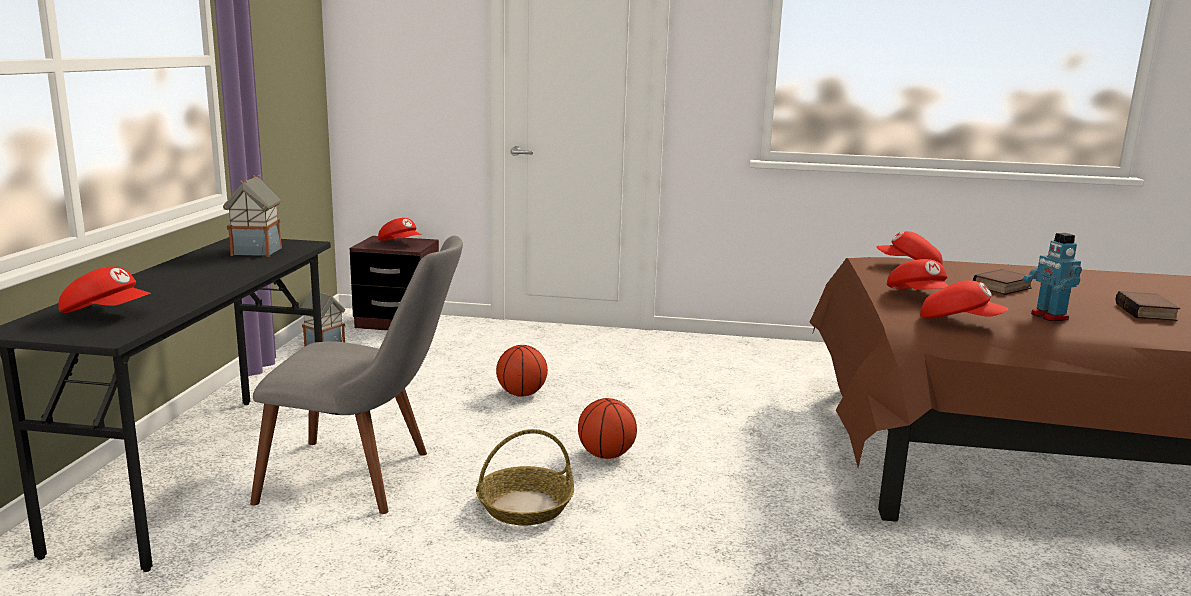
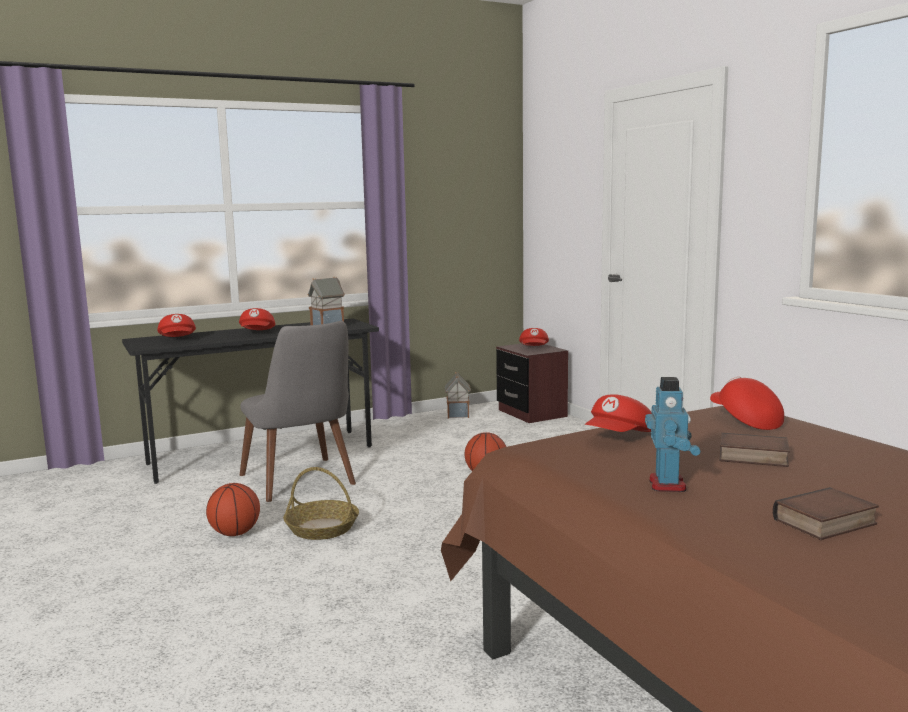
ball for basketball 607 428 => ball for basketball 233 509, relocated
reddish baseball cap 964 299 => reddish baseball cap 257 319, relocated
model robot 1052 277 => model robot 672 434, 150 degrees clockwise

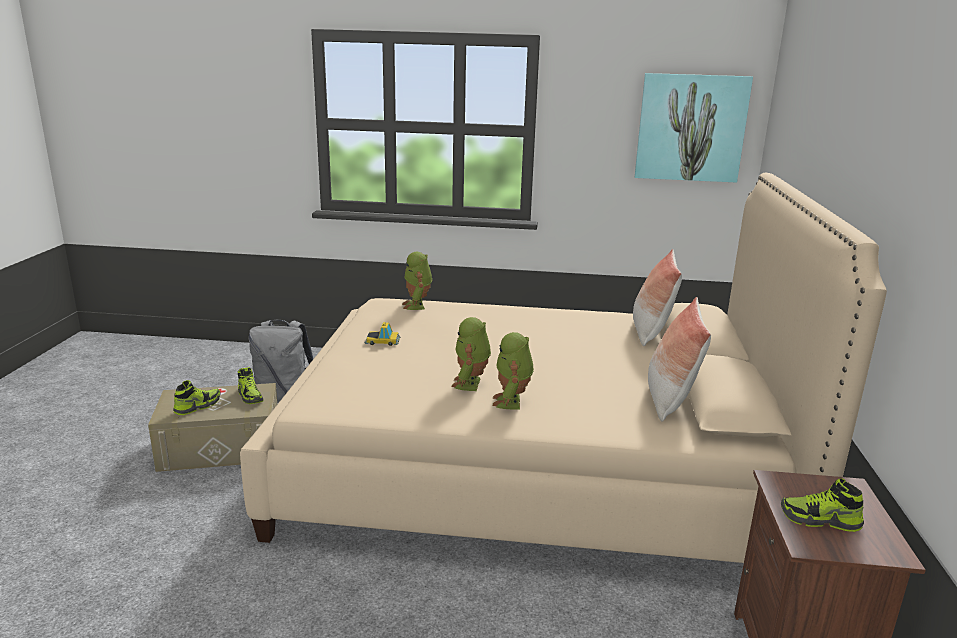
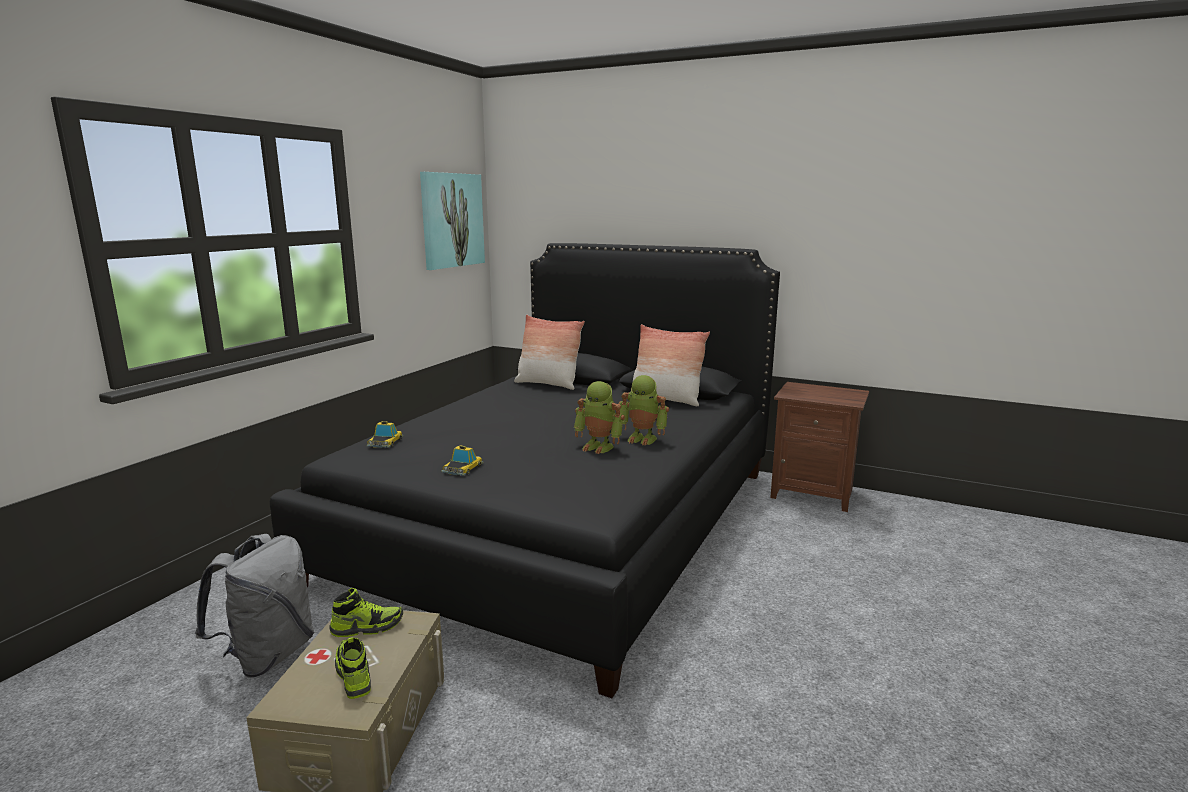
item of footwear 822 505 => nothing
model robot 417 281 => miniature car 384 434
sand-coloured bed 563 368 => black bed 524 470

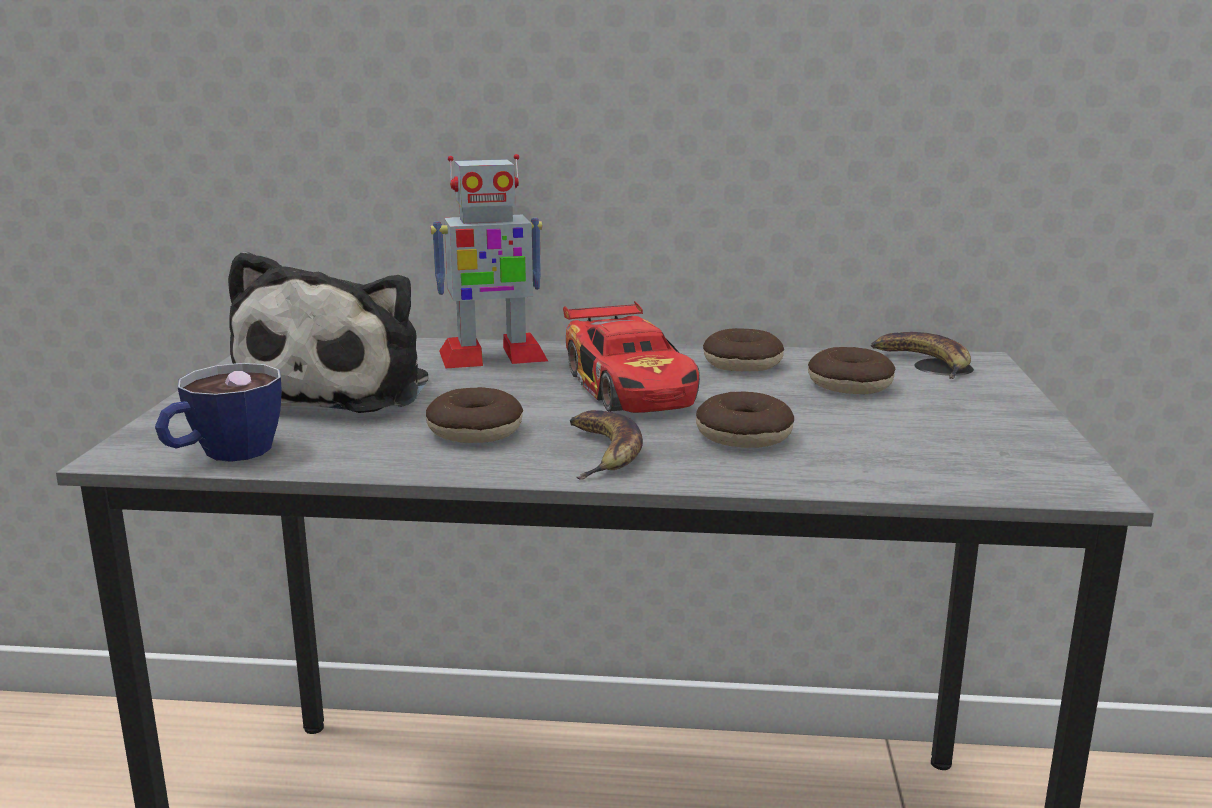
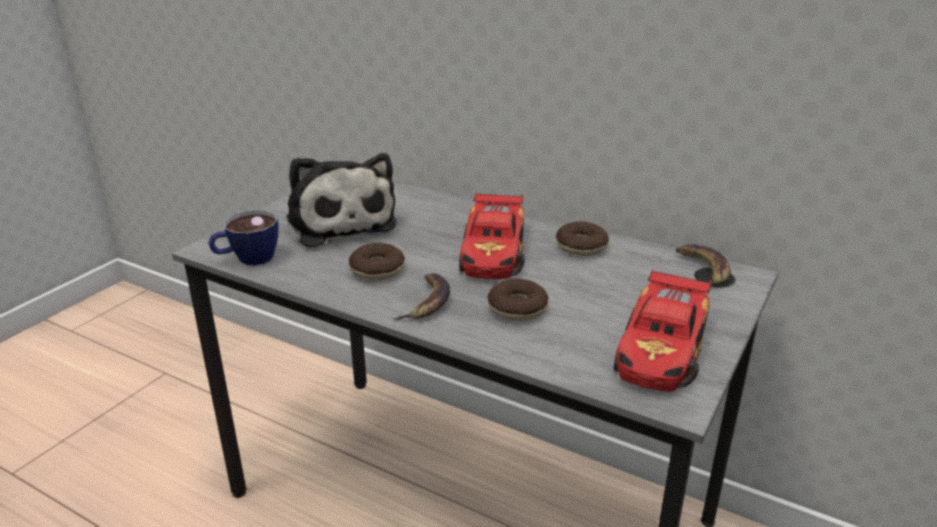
model robot 489 261 => nothing
donut 851 370 => nothing
nothing => miniature car 663 330
soft toy 328 332 => soft toy 341 200, 60 degrees counterclockwise

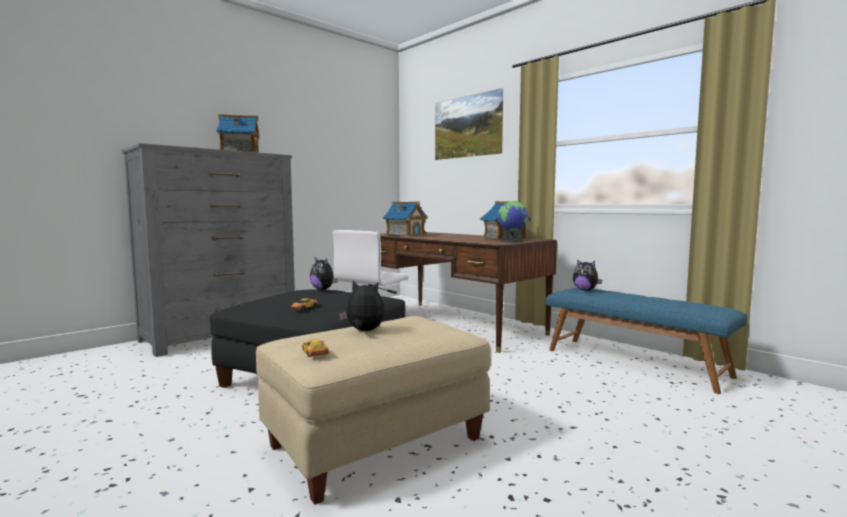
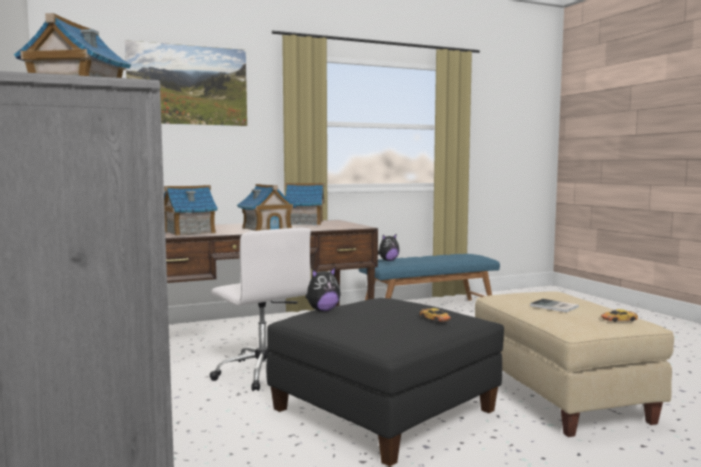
globe 513 221 => nothing
nothing => toy house 267 207
soft toy 361 306 => book 554 306

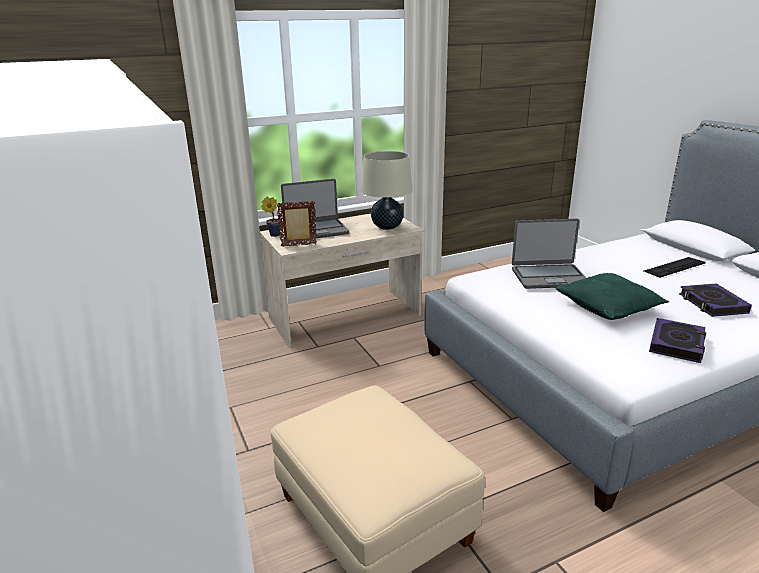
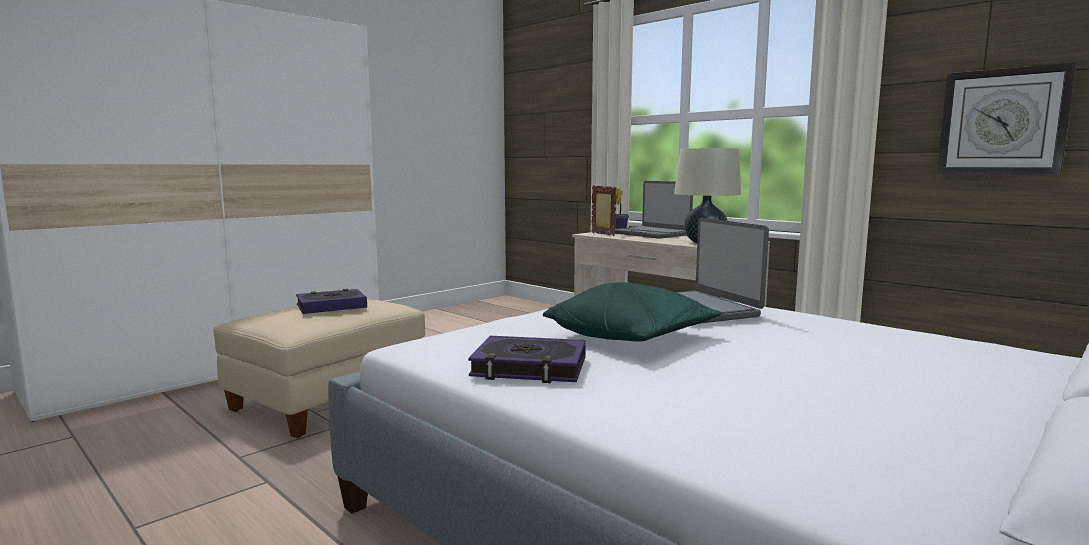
PC keyboard 675 267 => nothing
nothing => clock on the wall 1006 118
book 715 300 => book 331 301, relocated

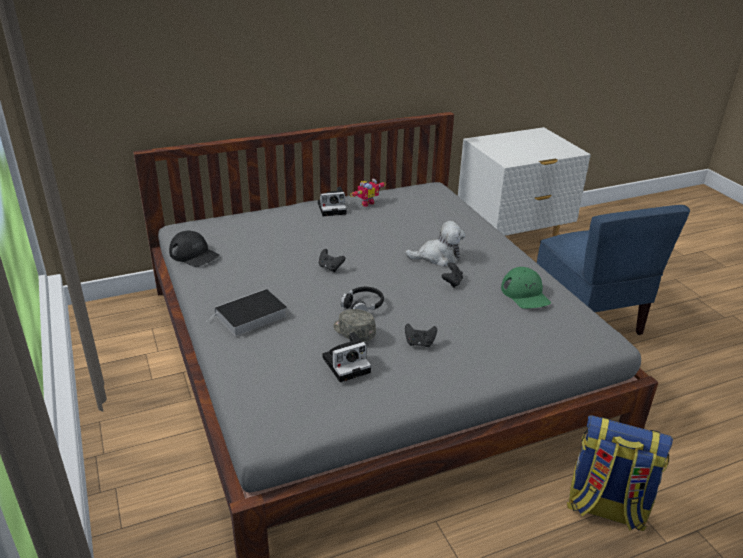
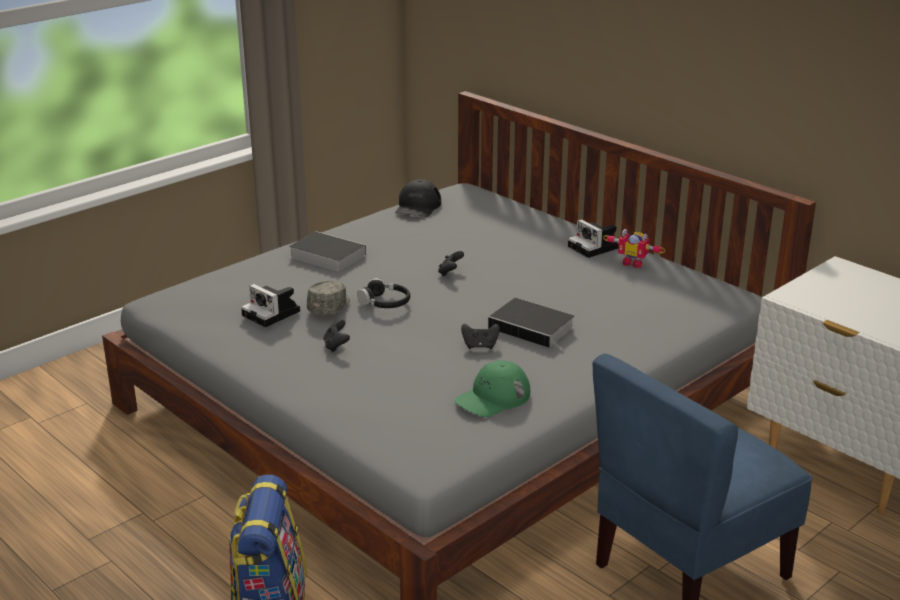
soft toy 435 244 => book 531 324

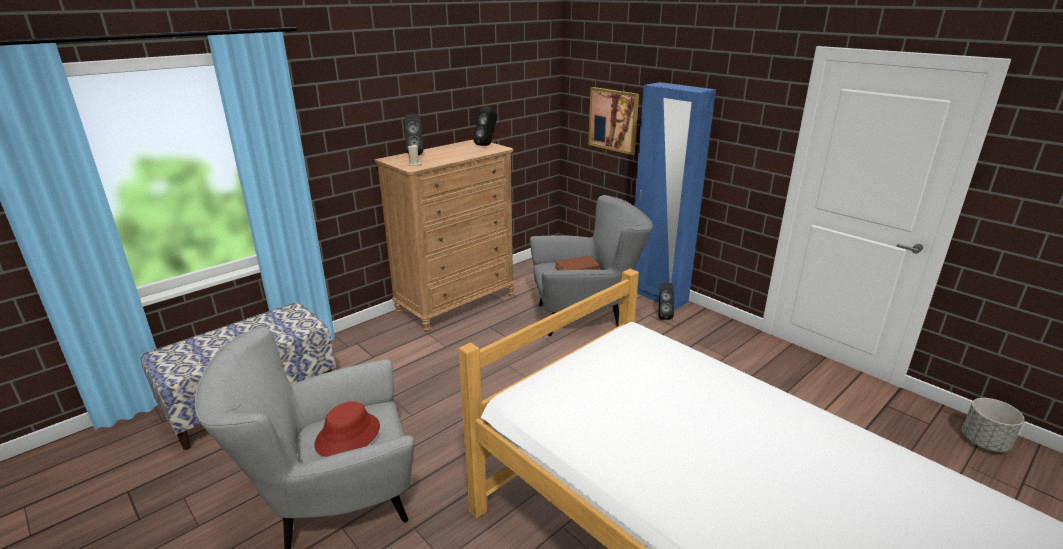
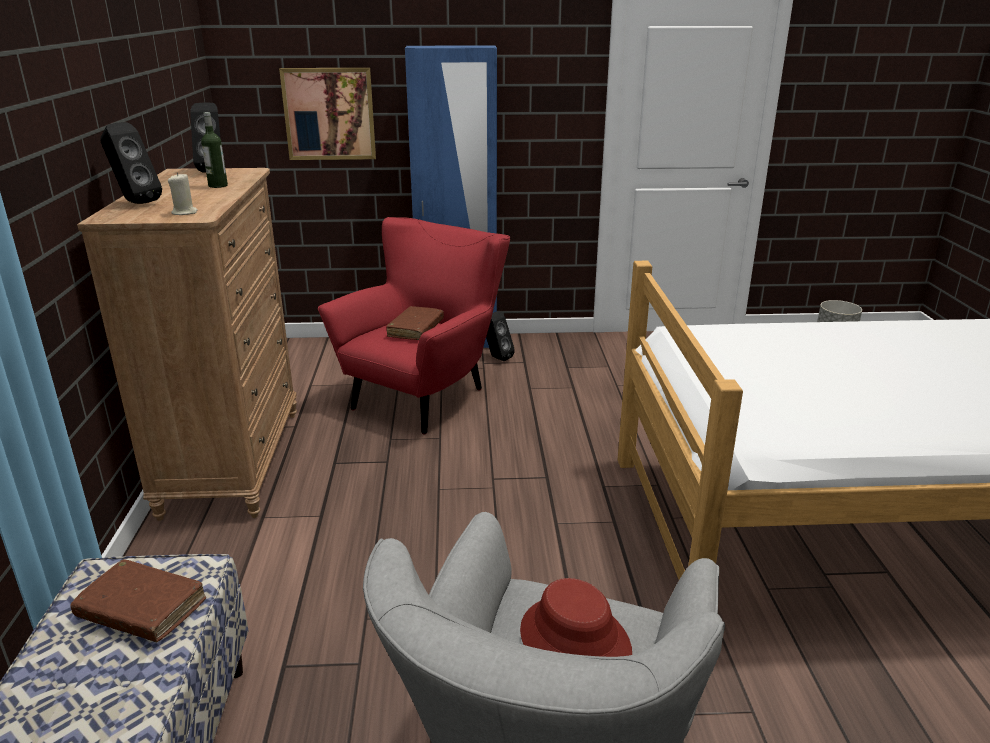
nothing => brownish book 138 600
nothing => bottle 214 150
grey lounge chair 591 265 => reddish lounge chair 414 326

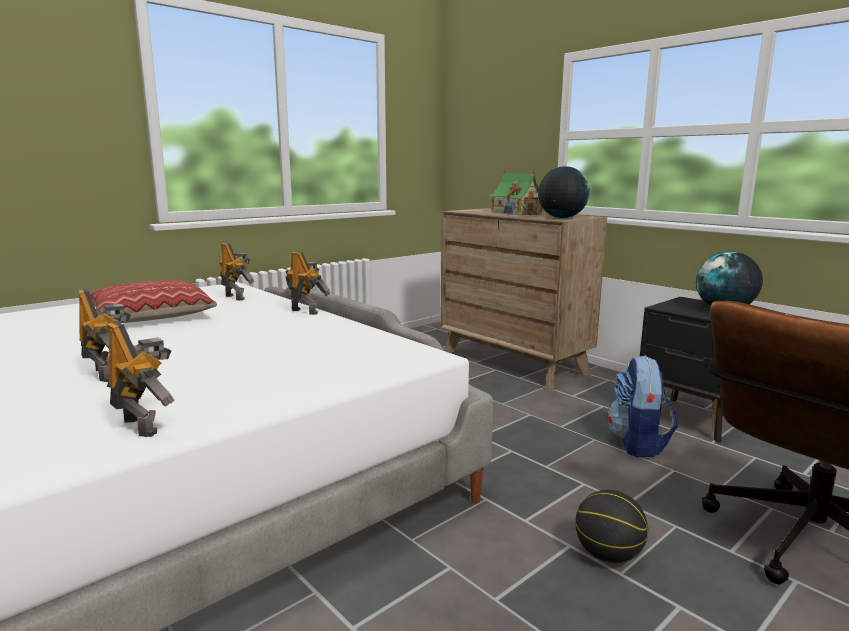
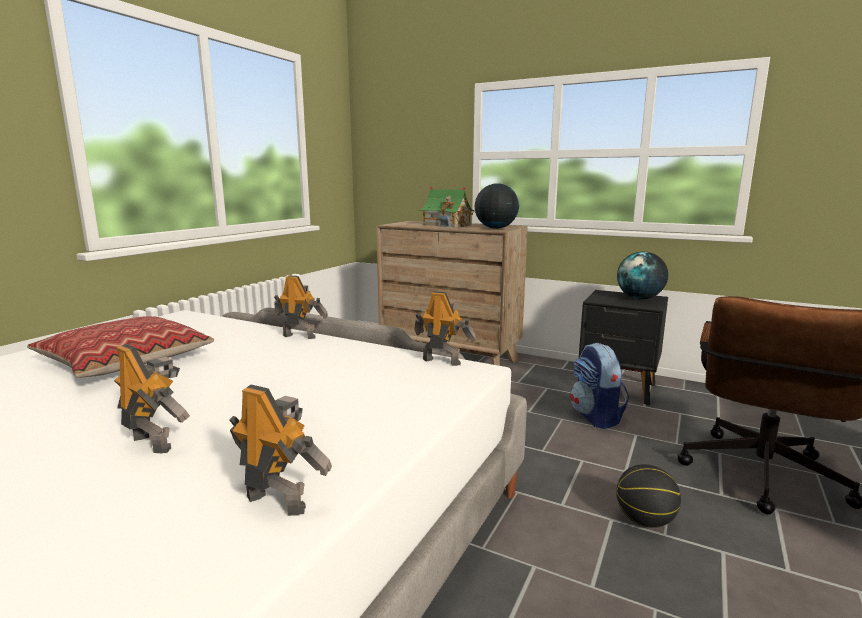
model robot 236 271 => model robot 445 328, relocated

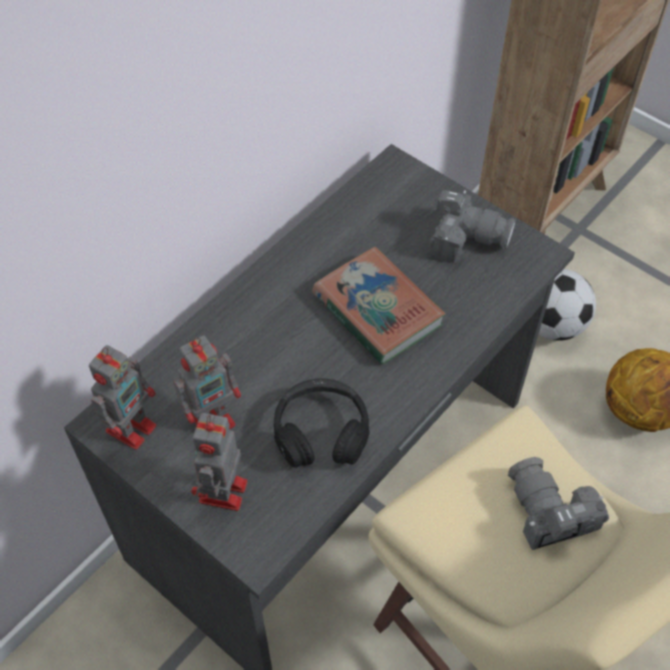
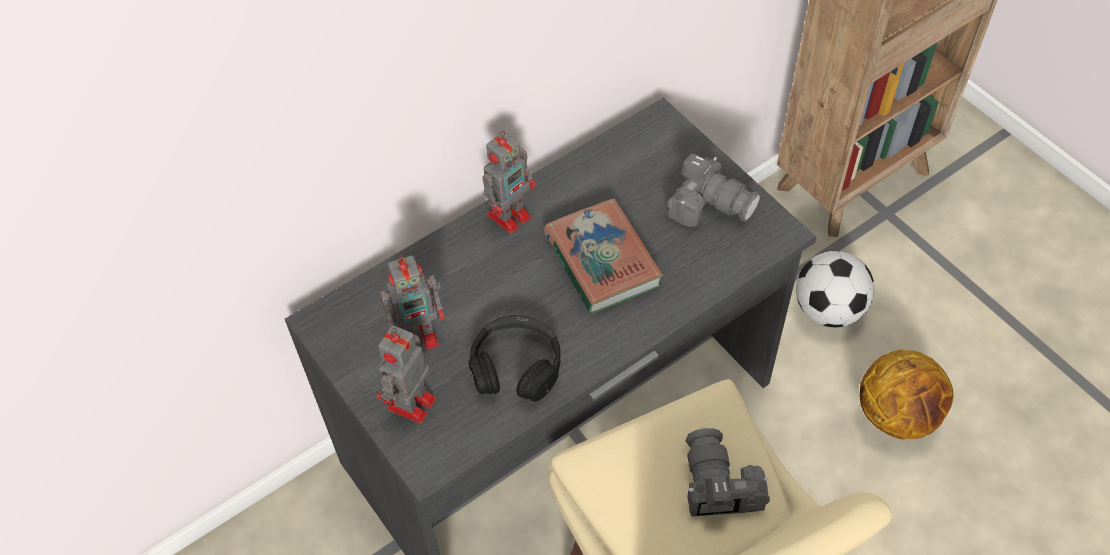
model robot 122 397 => model robot 509 182, relocated

